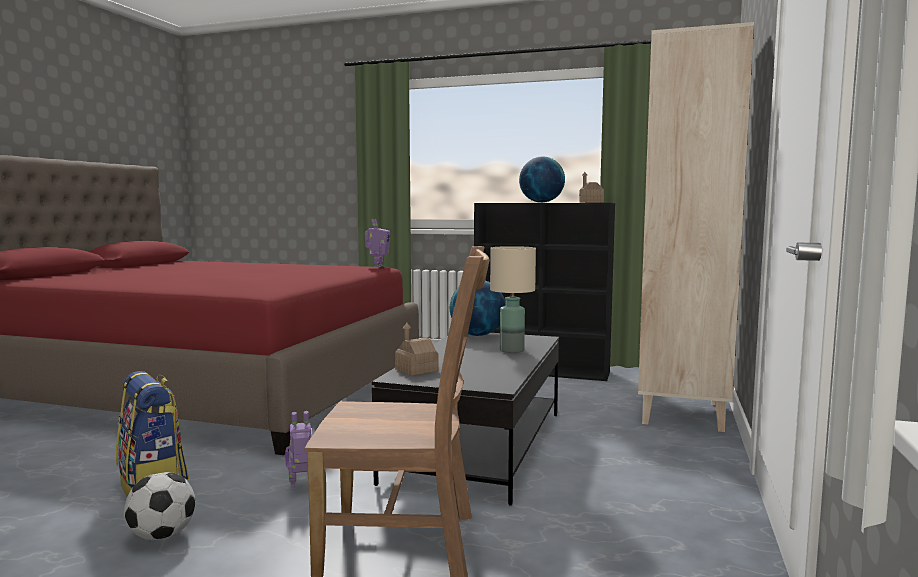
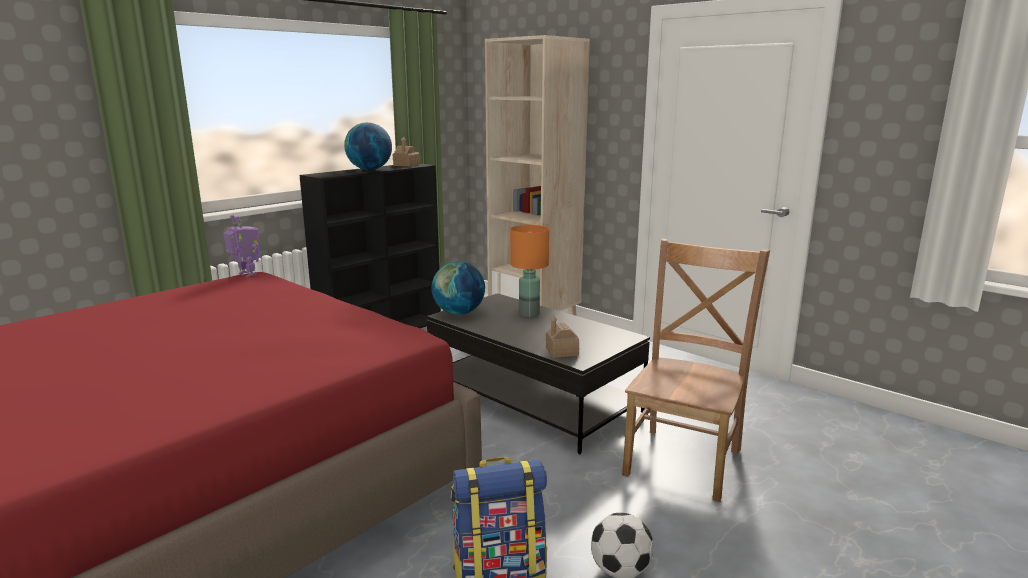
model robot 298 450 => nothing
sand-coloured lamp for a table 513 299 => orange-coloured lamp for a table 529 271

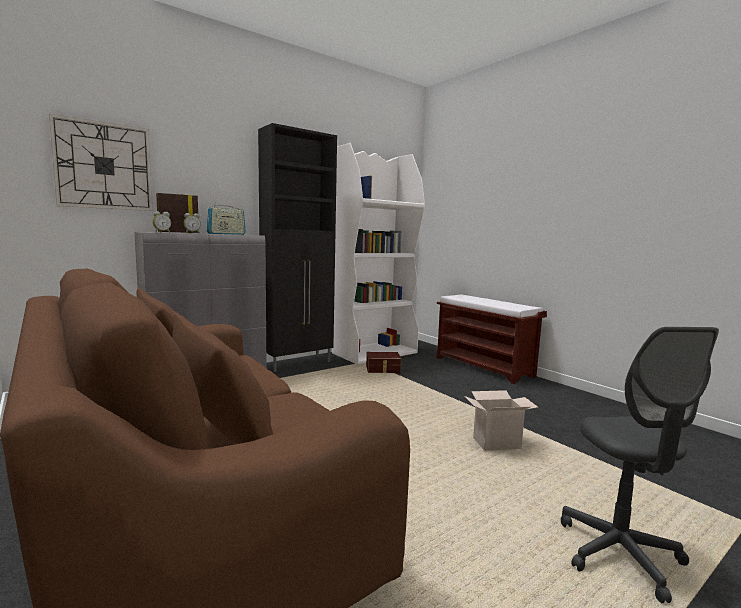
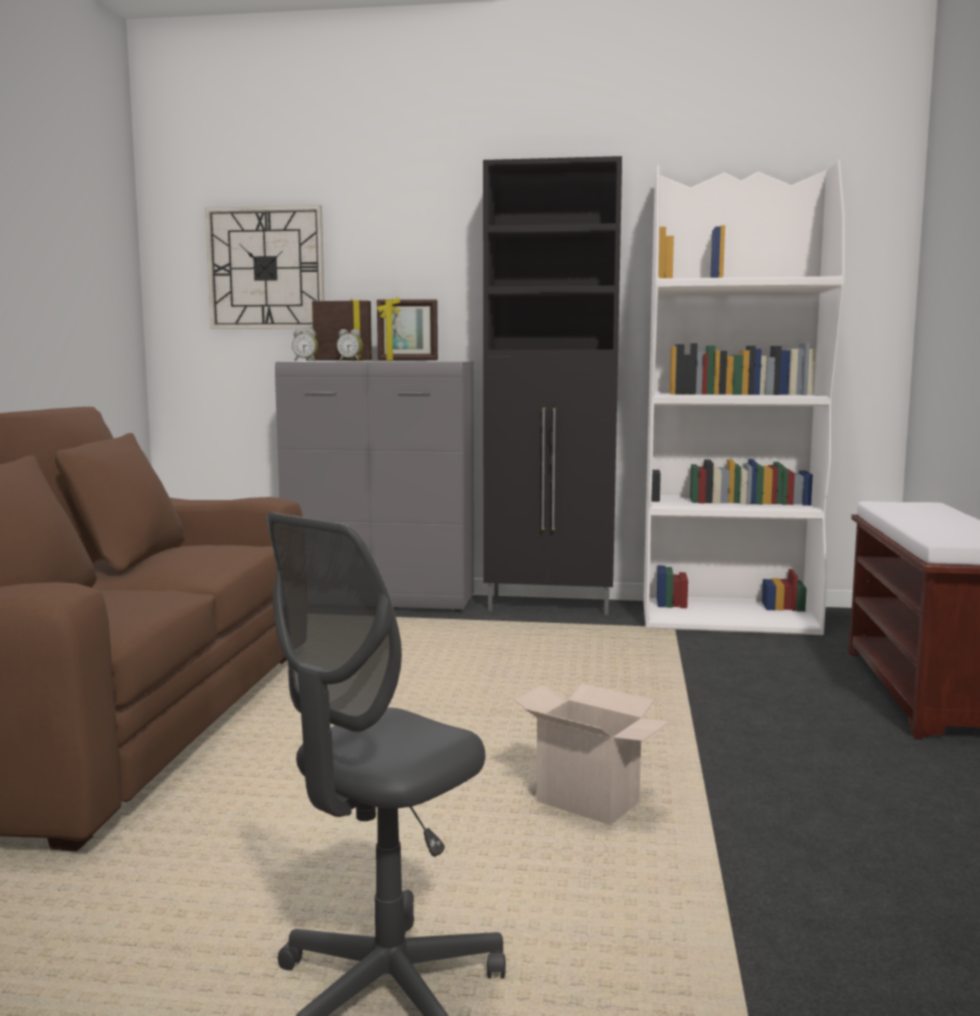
brownish storage bin 383 363 => nothing
radio set 226 220 => picture frame 407 329

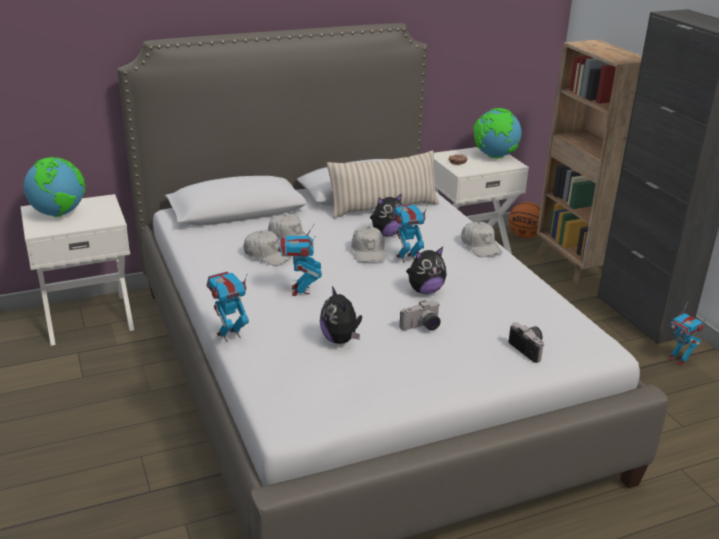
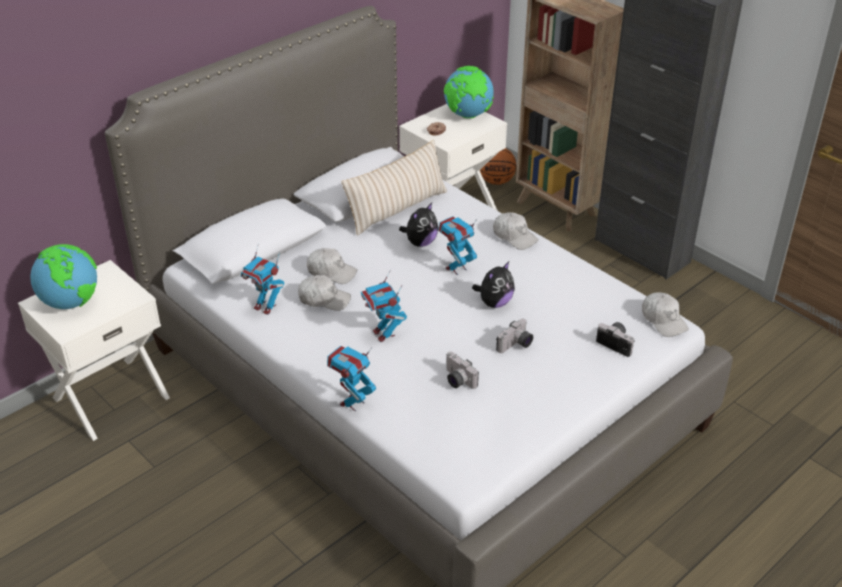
white baseball cap 368 244 => white baseball cap 665 314, relocated
model robot 688 334 => model robot 262 279, relocated
soft toy 341 315 => still camera 462 370

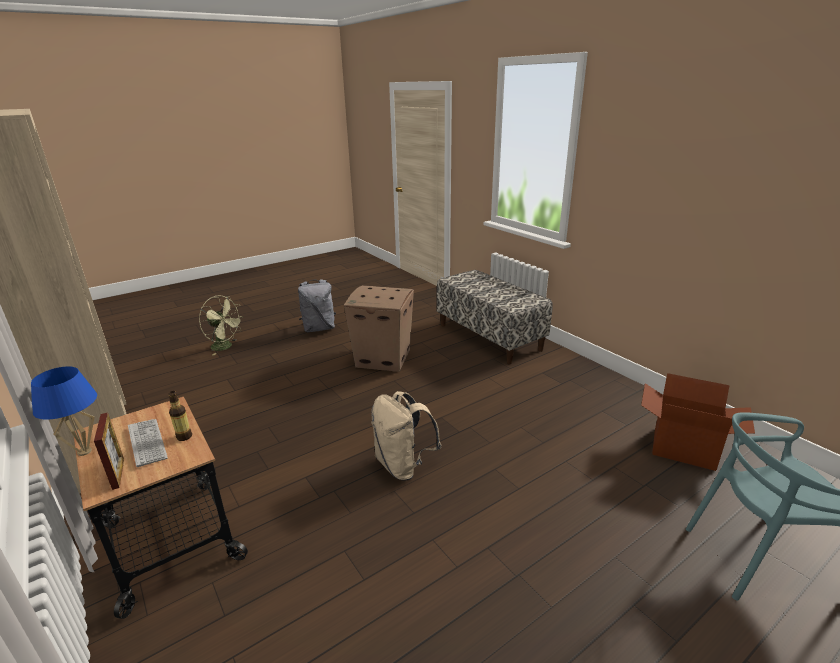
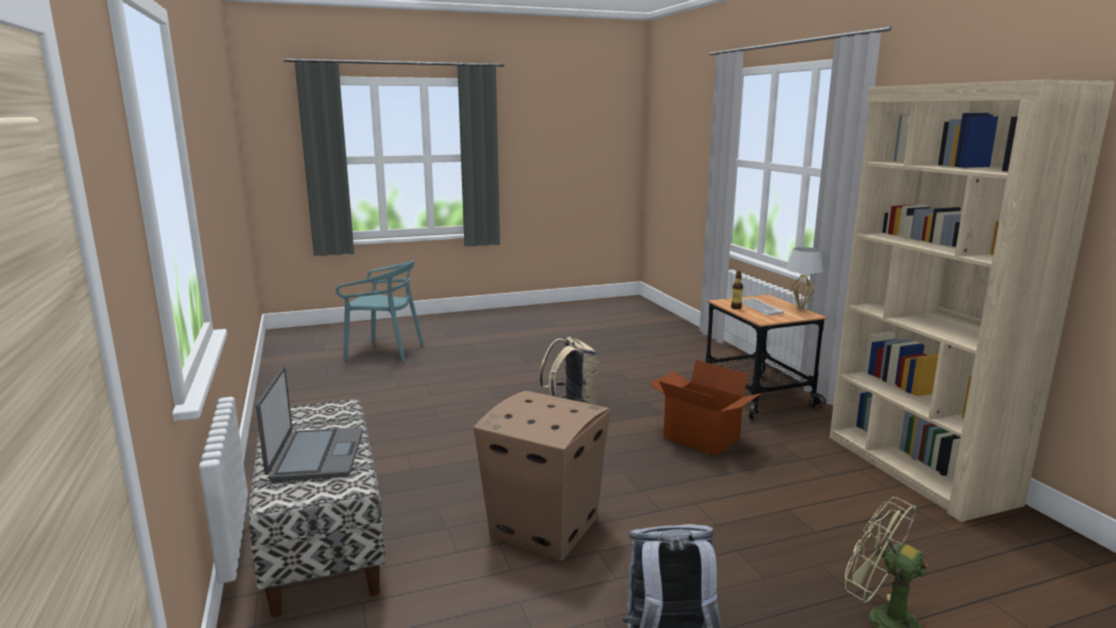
picture frame 109 451 => nothing
nothing => notebook computer 309 424
cardboard box 698 422 => cardboard box 705 408, relocated
blue-coloured lamp for a table 64 411 => white lamp for a table 805 278

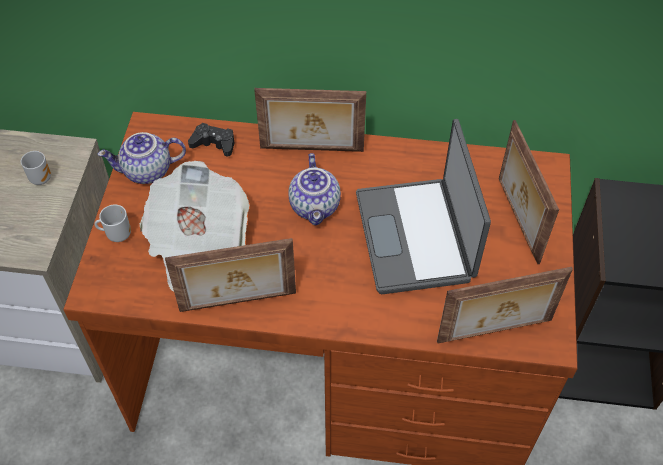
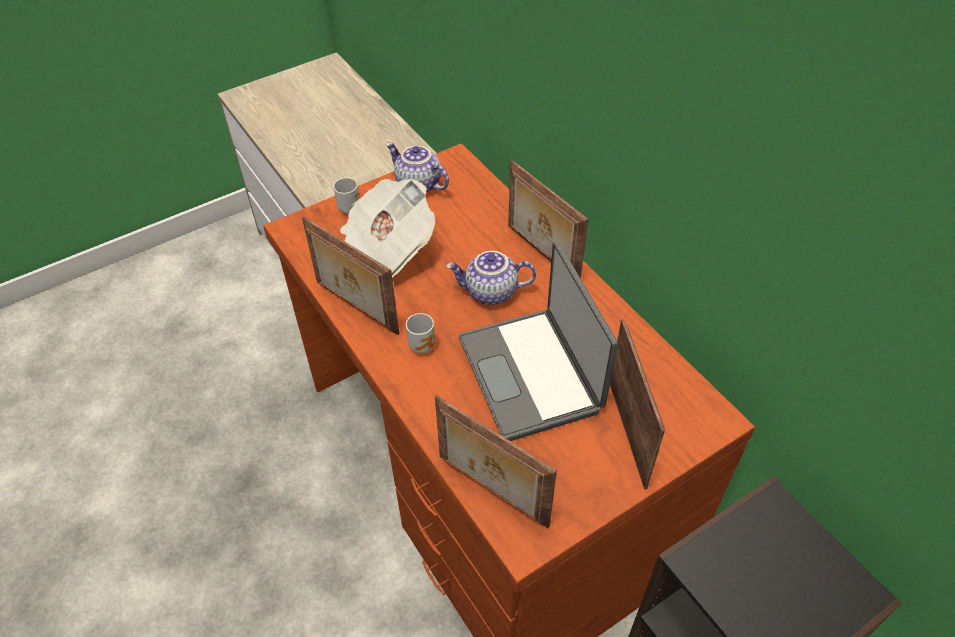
black joypad 211 139 => nothing
tea mug 36 168 => tea mug 420 333, relocated
tea pot 314 189 => tea pot 491 278, 45 degrees clockwise
notebook computer 423 206 => notebook computer 538 341, 60 degrees counterclockwise
picture frame 529 192 => picture frame 637 404, 135 degrees clockwise

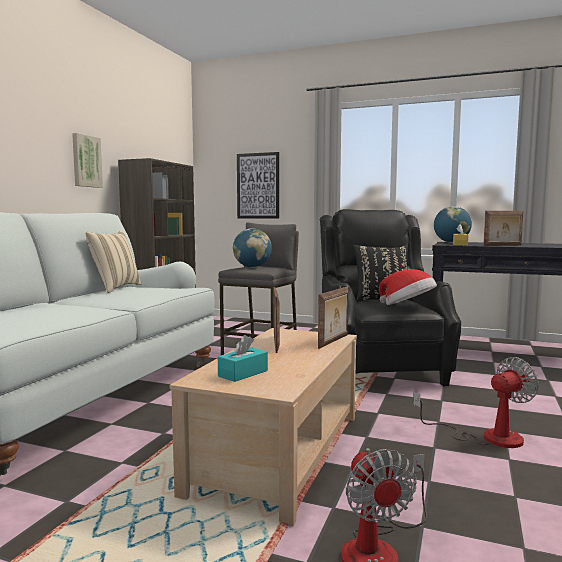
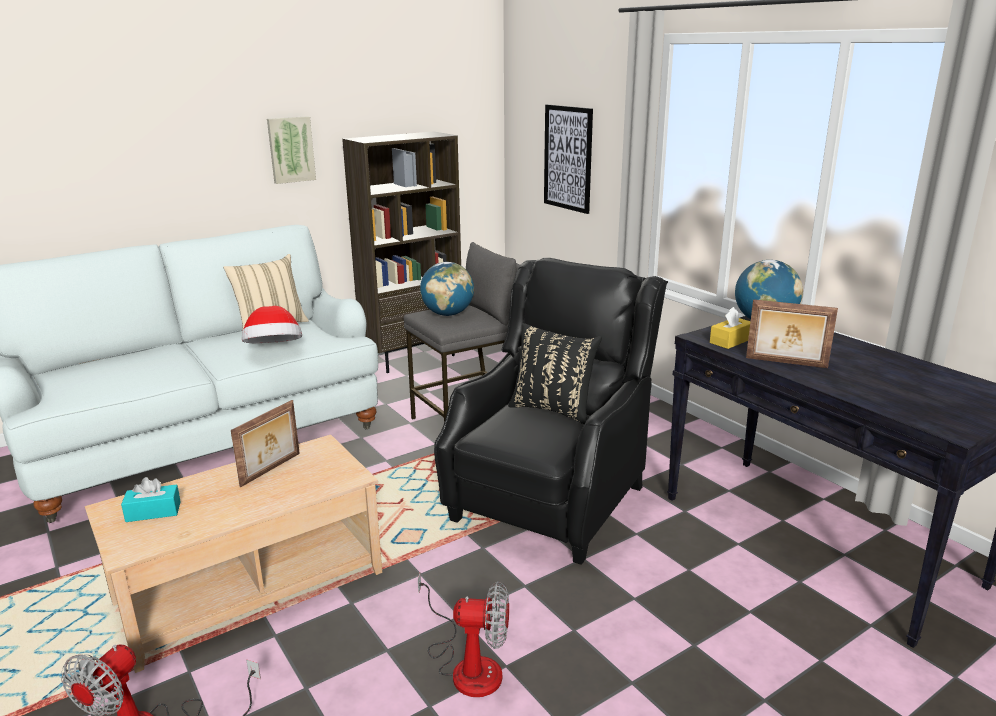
picture frame 333 317 => nothing
clothing hat 408 287 => clothing hat 272 324, relocated

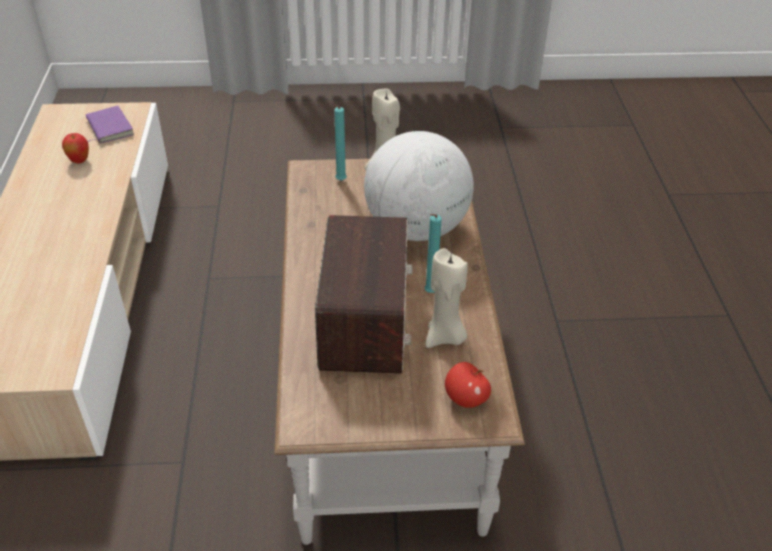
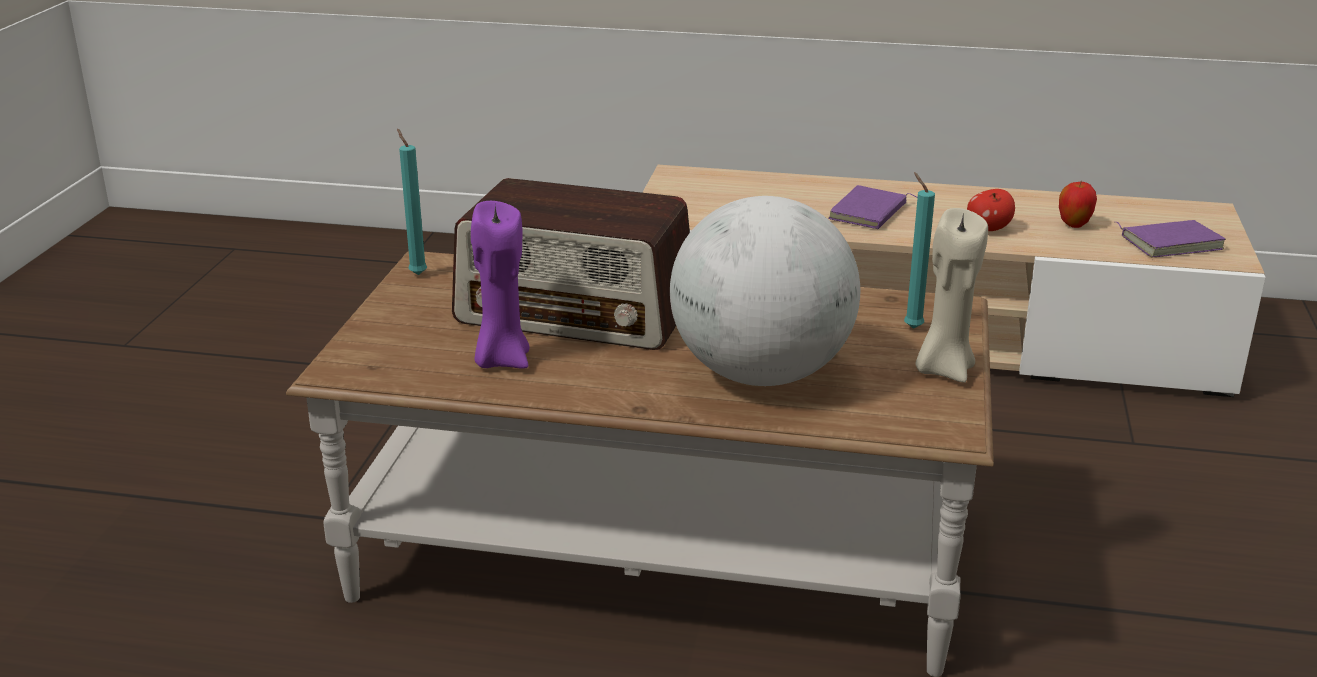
nothing => purple-coloured book 873 207
blue-green wax light 433 253 => blue-green wax light 412 201, relocated
apple fruit 468 385 => apple fruit 991 210, relocated
sand-coloured wax light 447 298 => purple-coloured wax light 500 285

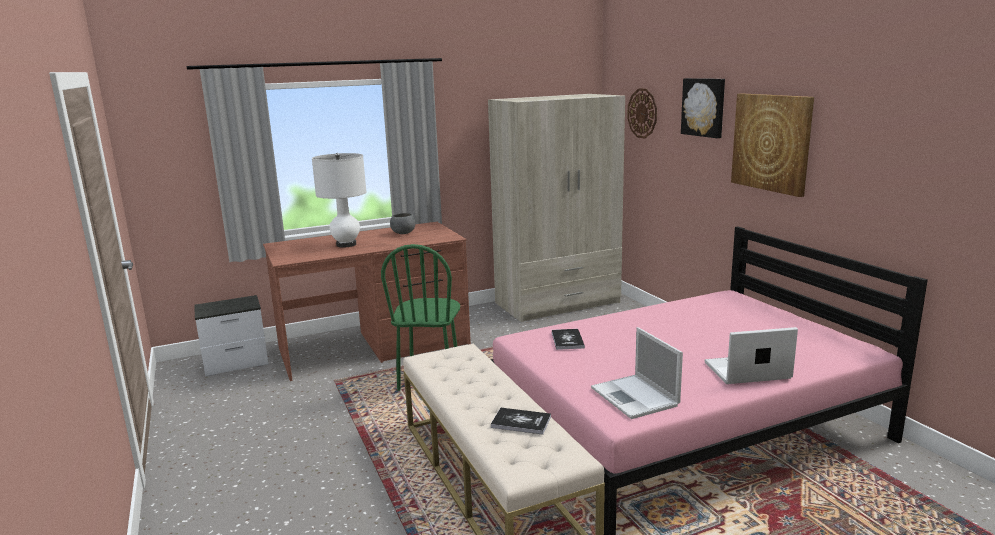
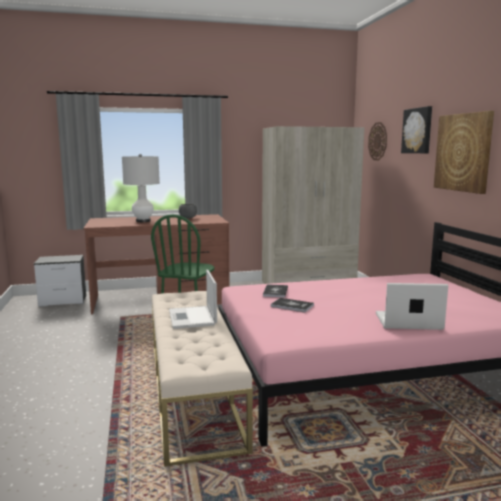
book 521 421 => book 292 305, relocated
notebook computer 637 373 => notebook computer 193 299, relocated

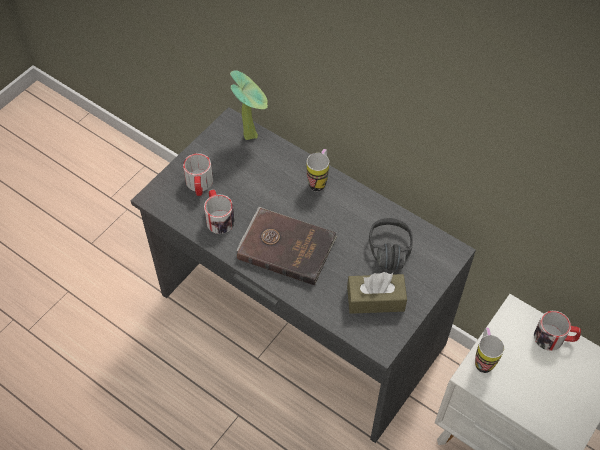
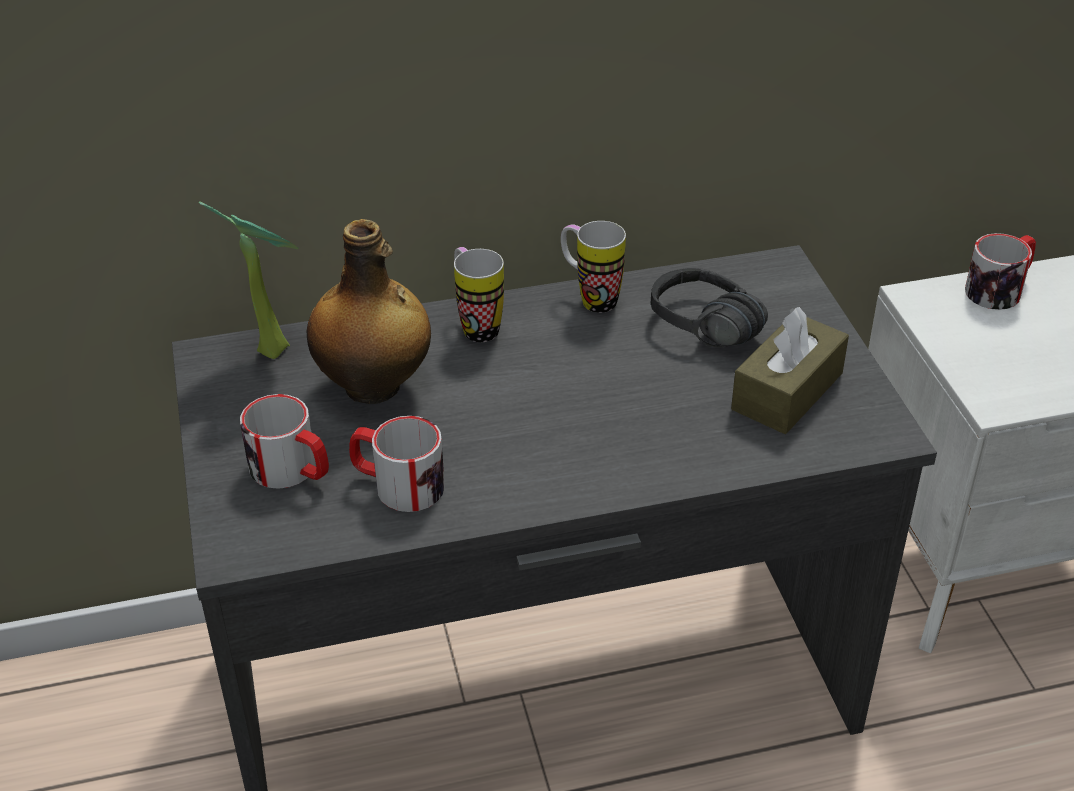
brownish book 287 246 => nothing
nothing => bottle 368 311
tea mug 489 350 => tea mug 593 267, relocated

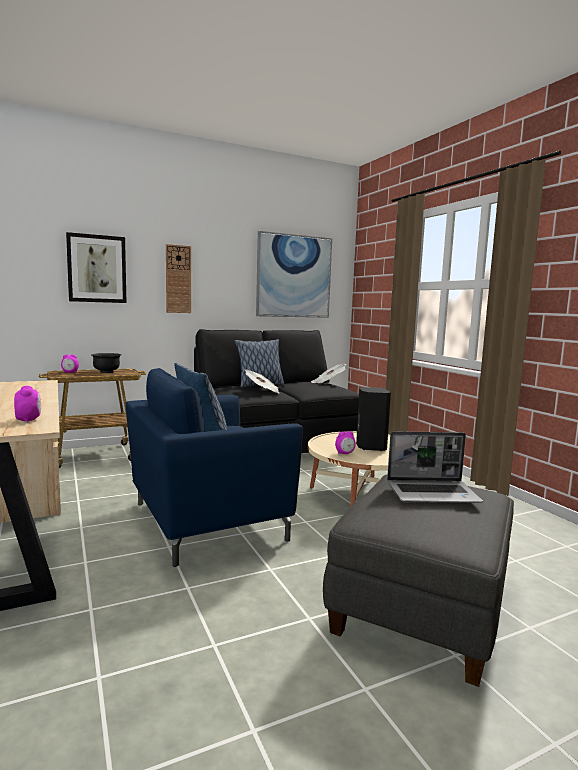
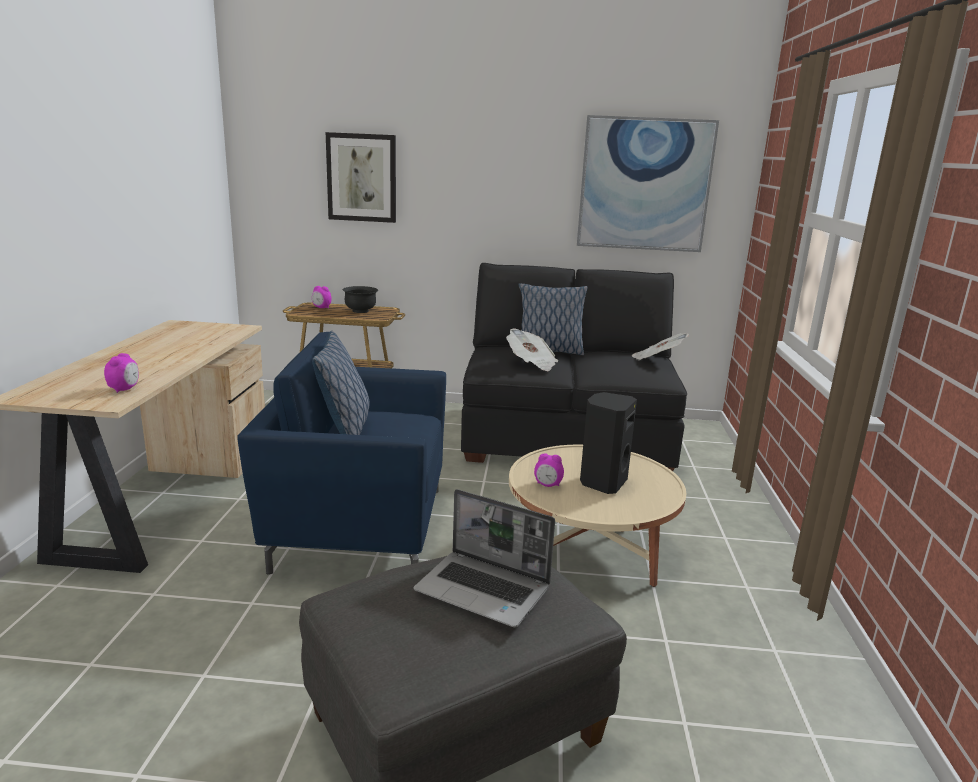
clock on the wall 178 278 => nothing

